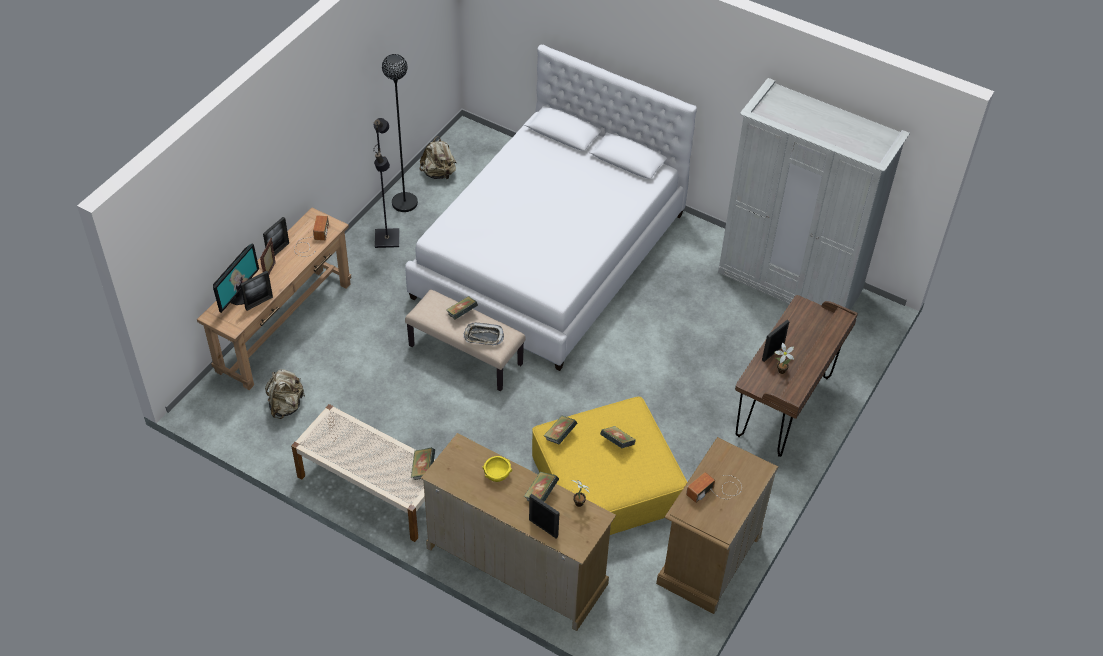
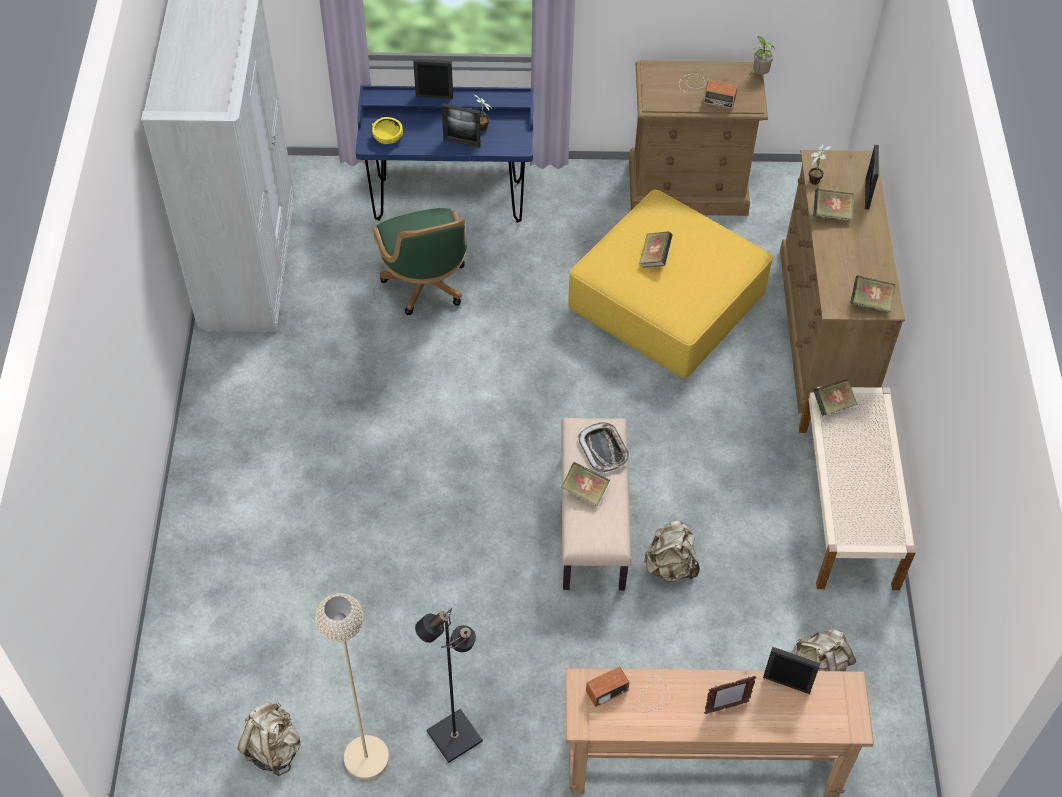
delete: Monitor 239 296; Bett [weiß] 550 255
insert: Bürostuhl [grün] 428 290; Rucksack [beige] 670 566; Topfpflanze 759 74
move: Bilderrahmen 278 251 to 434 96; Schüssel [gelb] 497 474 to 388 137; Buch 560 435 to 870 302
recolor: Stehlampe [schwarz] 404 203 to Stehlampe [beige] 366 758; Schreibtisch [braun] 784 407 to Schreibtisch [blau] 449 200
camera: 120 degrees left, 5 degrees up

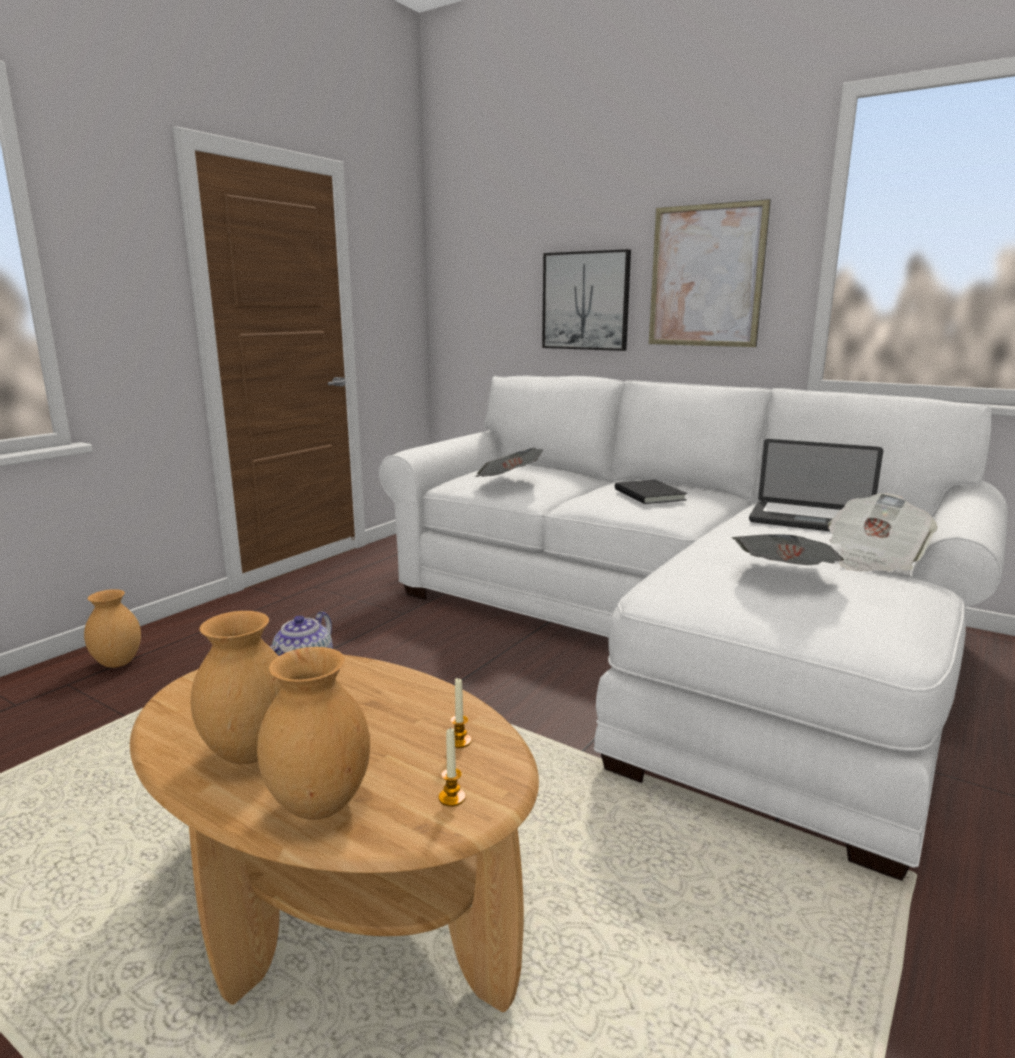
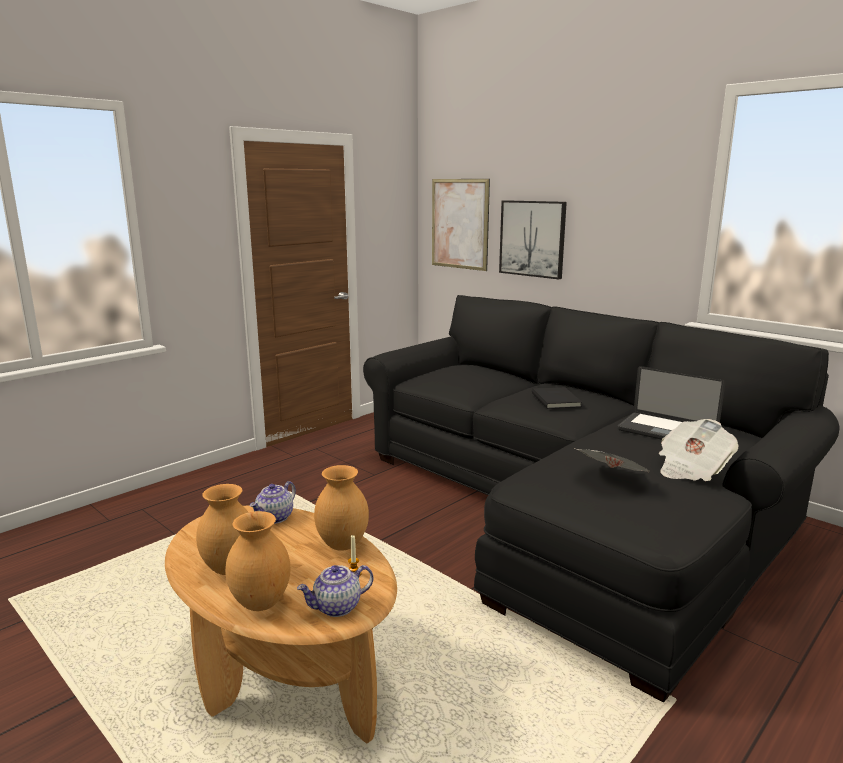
delete: Zeitung 508 482
move: Vase [braun] 119 663 to 343 545; Bild 705 276 to 459 224
replace: Kerze 452 798 to Teekanne 337 607
recolor: Sofa [weiß] 675 638 to Sofa [schwarz] 572 510
camera: 10 degrees right, 0 degrees up

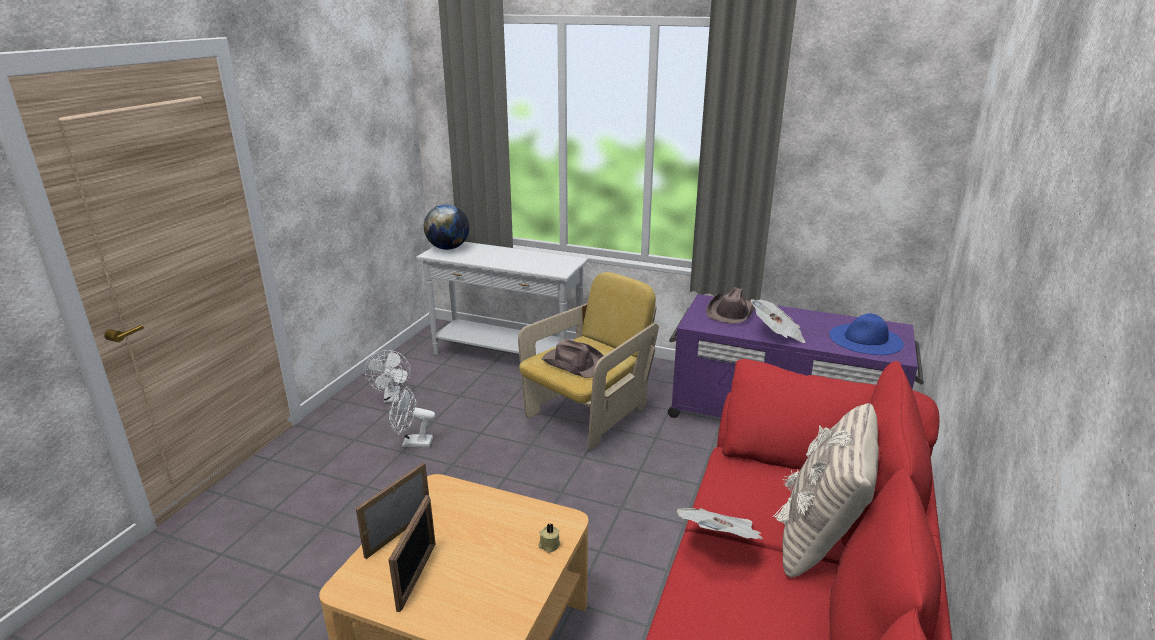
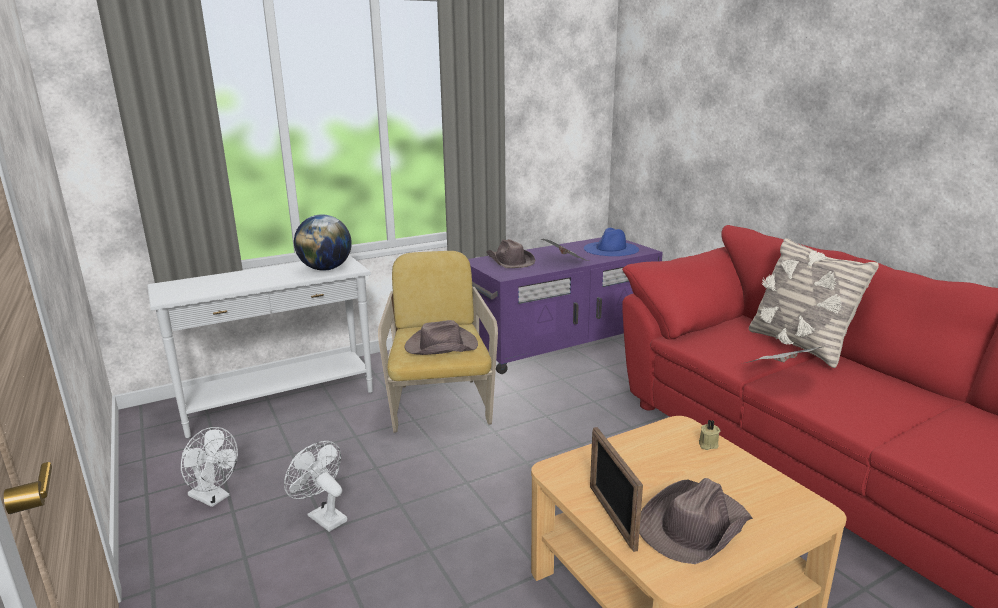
move: Globus 448 248 to 325 269
replace: Bilderrahmen 417 576 to Hut [braun] 693 526
rotate: Ventilator [weiß] 412 443 = 323 516 90 degrees clockwise
camera: 50 degrees left, 5 degrees down

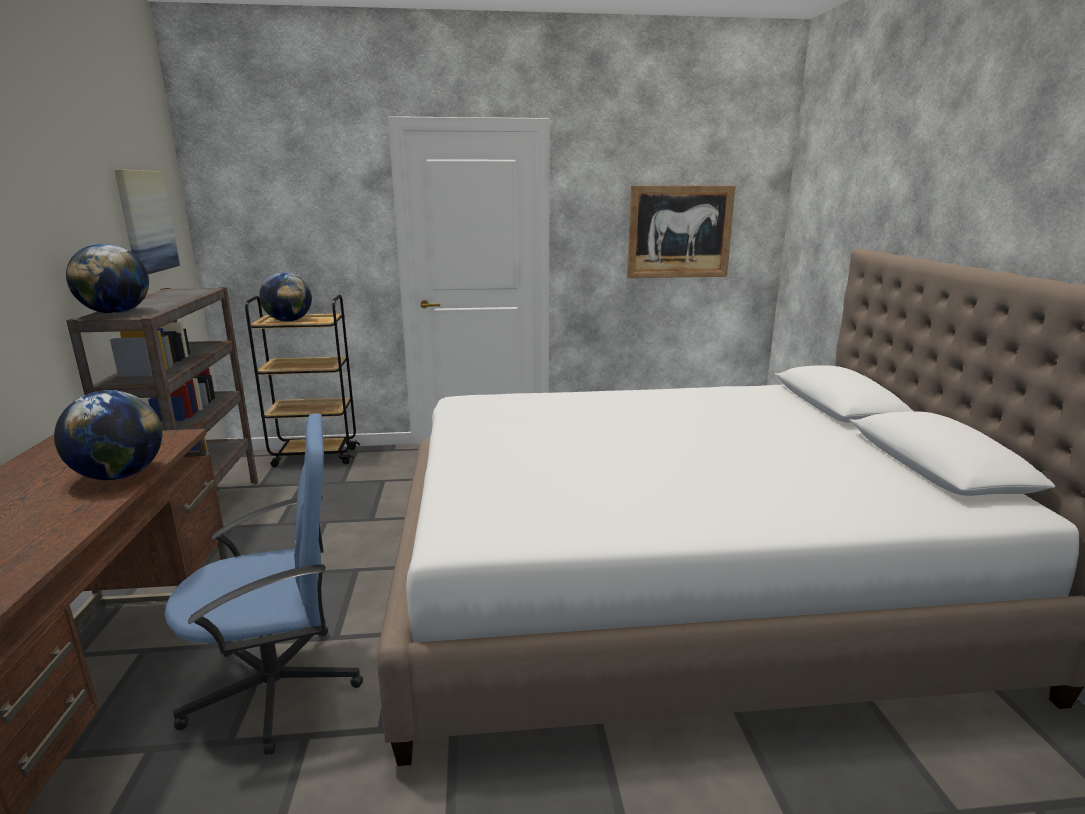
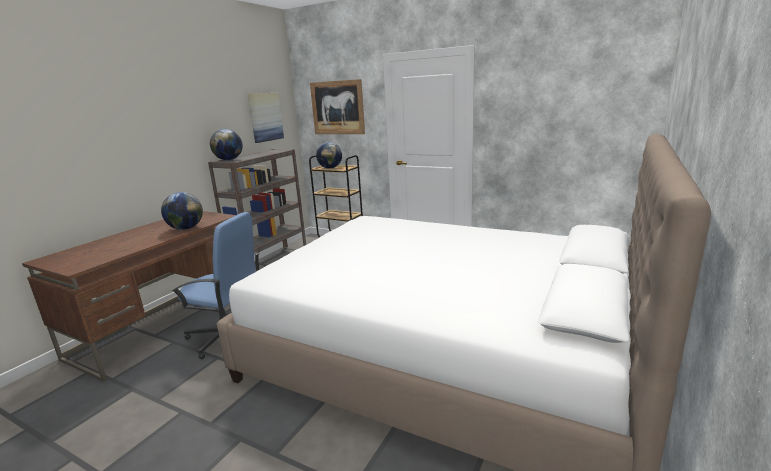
move: Bild 679 232 to 337 108
camera: 35 degrees right, 0 degrees up

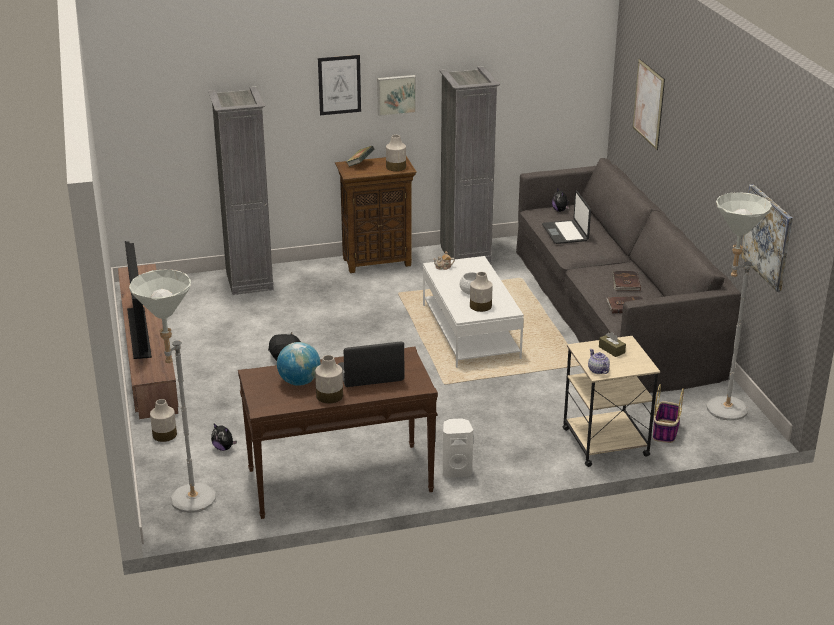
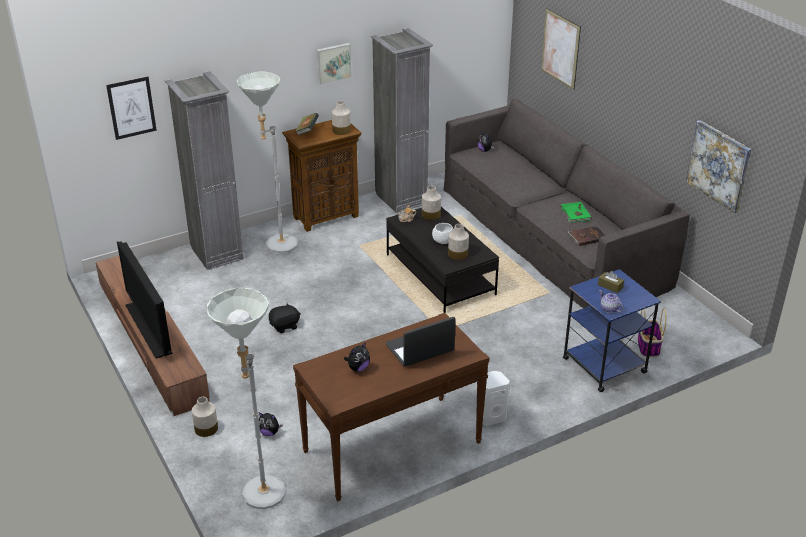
delete: Laptop 565 233
move: Vase [beige] 329 395 to 430 214; Bild 339 85 to 131 108; Stehlampe [grau] 718 410 to 275 246
replace: Globus 299 382 to Plüschtier 358 368
recolor: Couchtisch [weiß] 470 332 to Couchtisch [schwarz] 440 275; Rollwagen [beige] 604 443 to Rollwagen [blau] 603 366; Buch [braun] 625 282 to Buch [grün] 575 214
camera: 15 degrees left, 5 degrees up

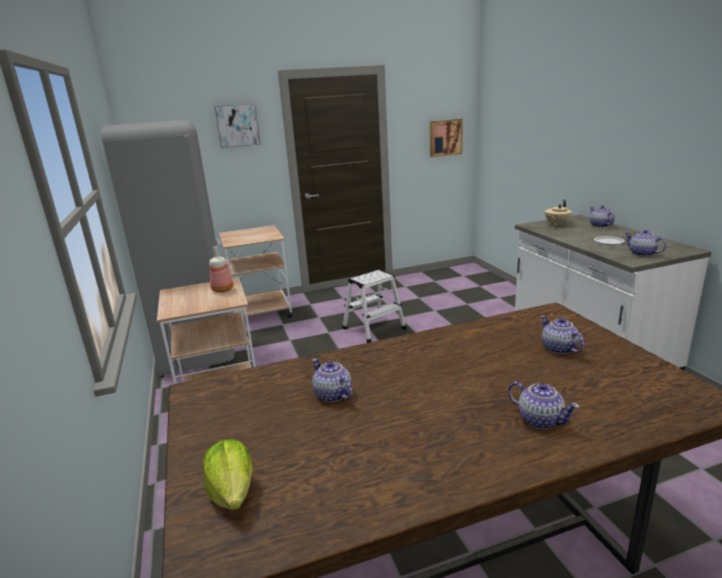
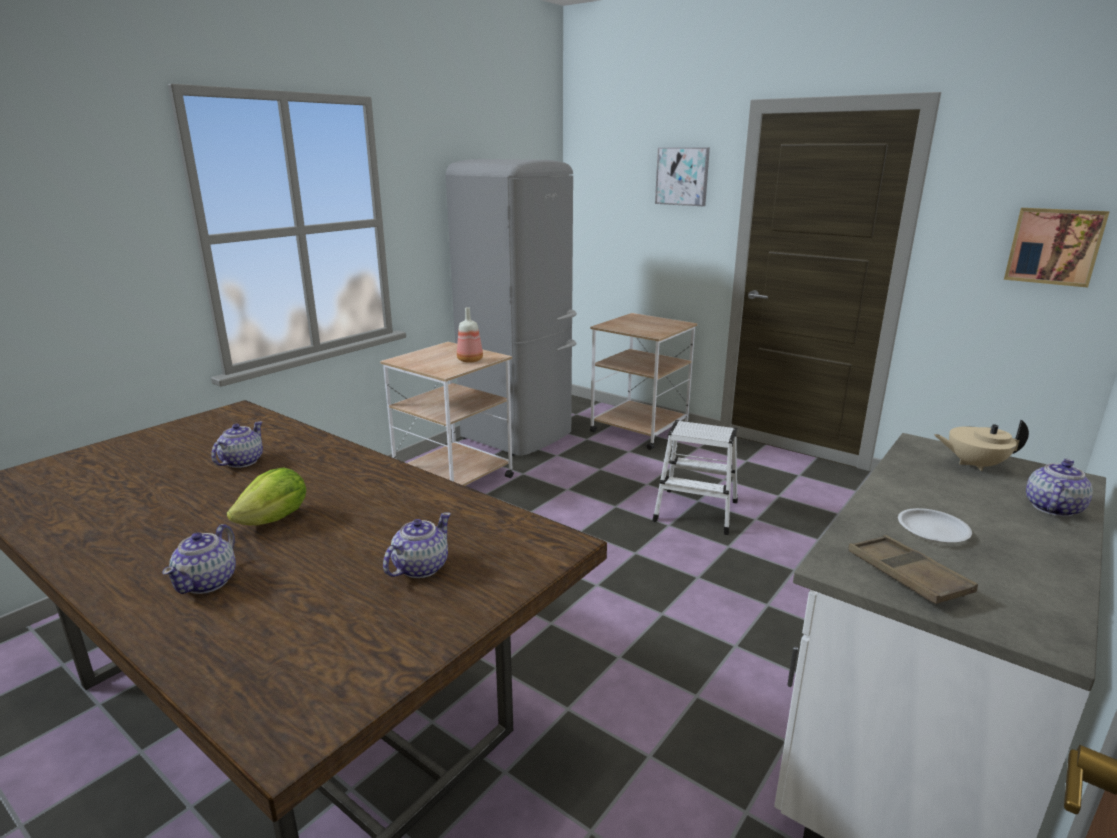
move: Salatkopf 233 492 to 275 519
replace: Teekanne 642 254 to Tablett [braun] 906 575
camera: 55 degrees right, 0 degrees up

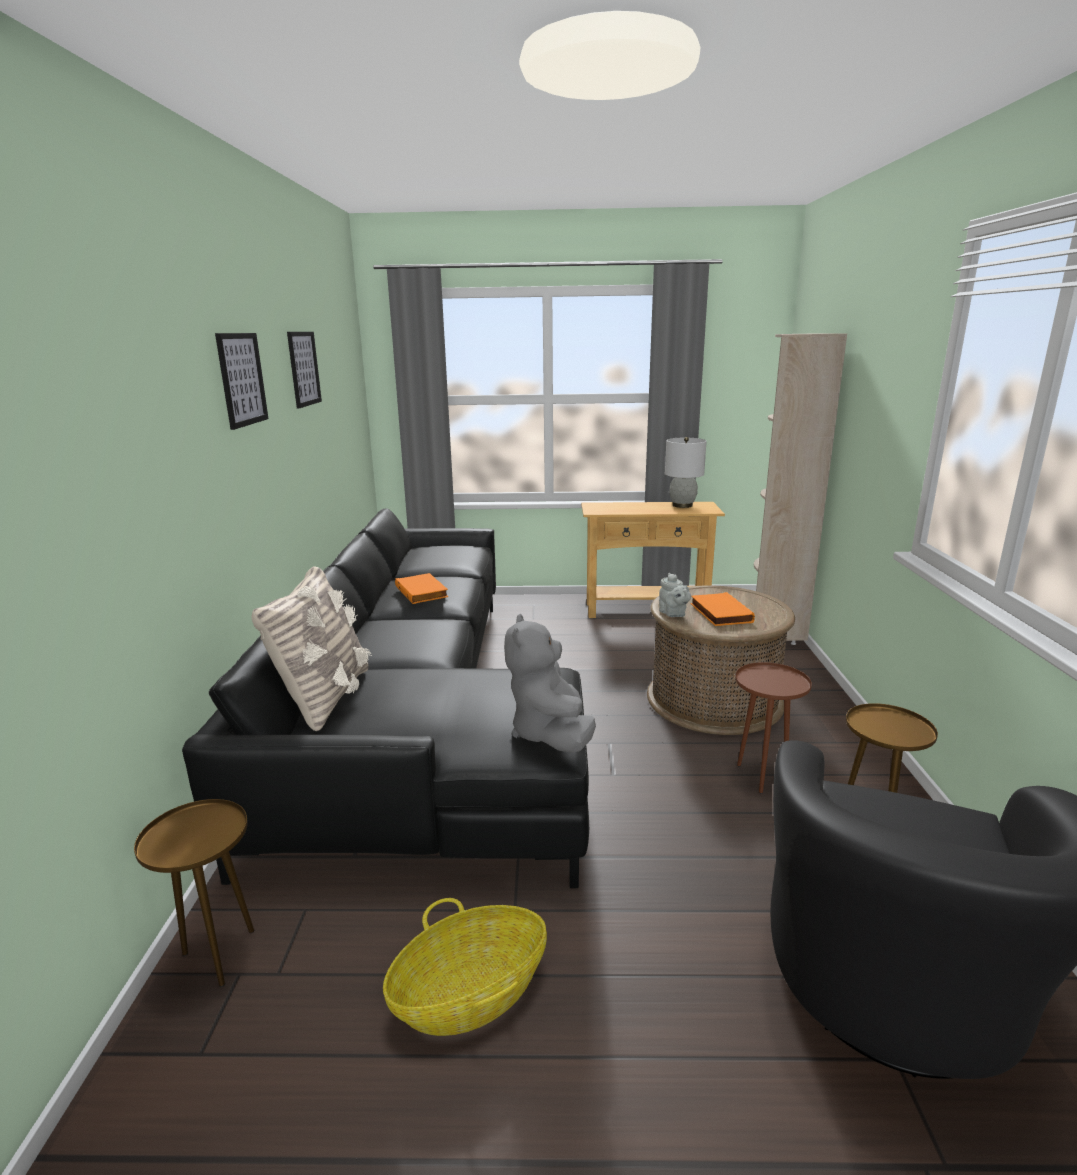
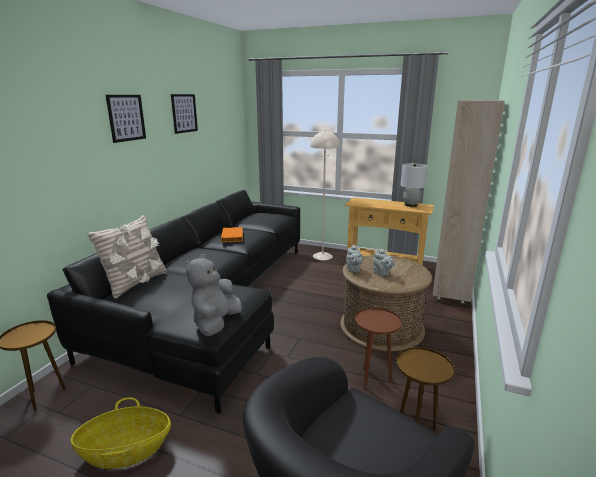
insert: Stehlampe [beige] 322 256
replace: Buch [orange] 719 613 to Teekanne [grau] 382 273
camera: 20 degrees right, 0 degrees up

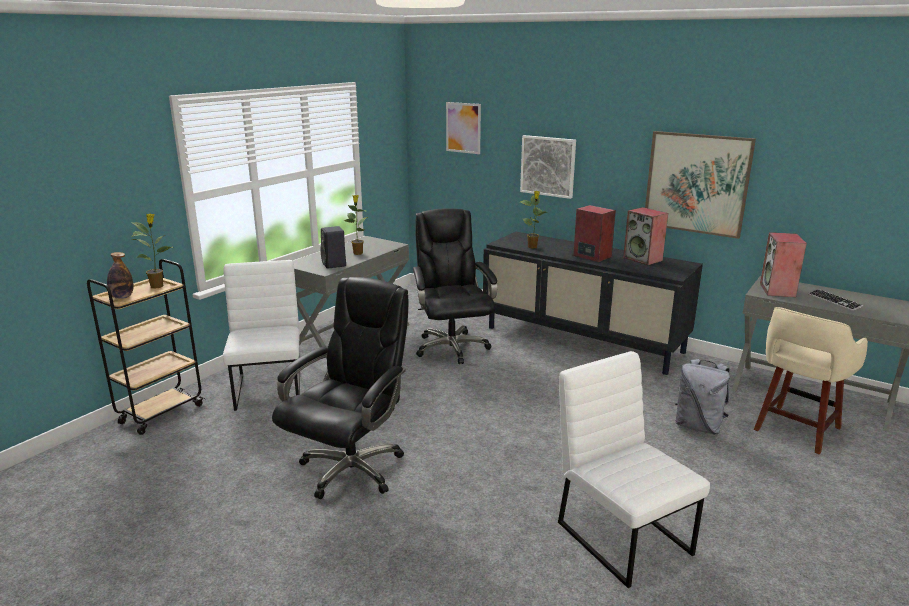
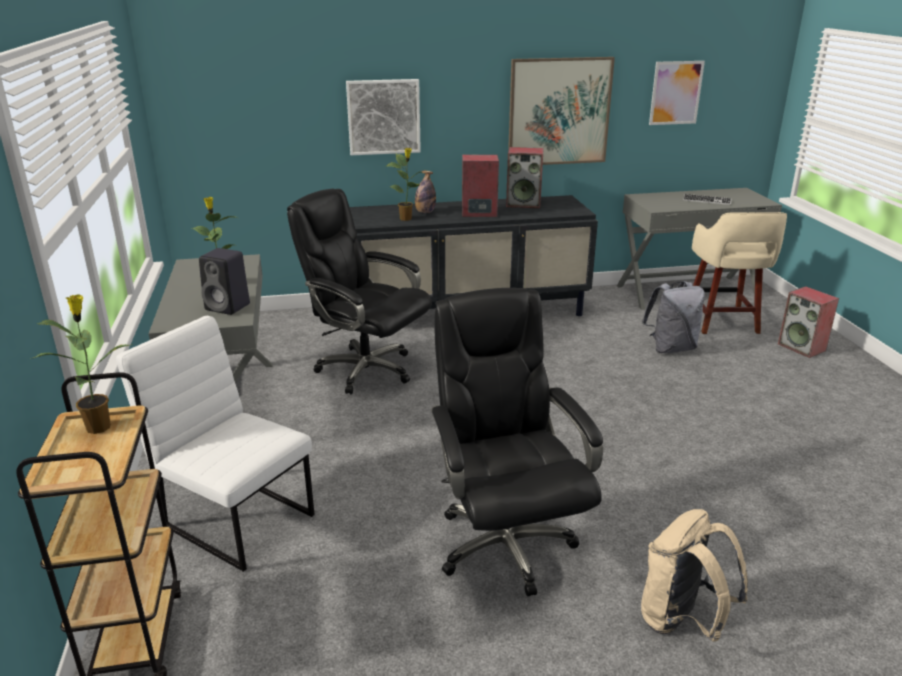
delete: Stuhl [weiß] 621 535
insert: Rucksack [beige] 682 621
move: Flasche 122 297 to 425 212; Bild 463 128 to 676 93; Lautsprecher 778 290 to 802 347
camera: 45 degrees left, 5 degrees up

